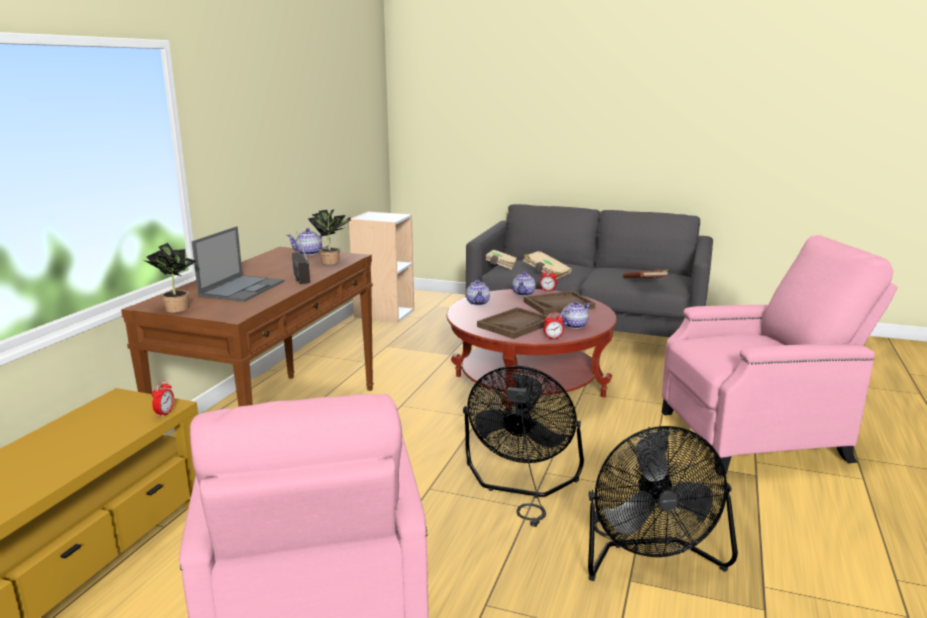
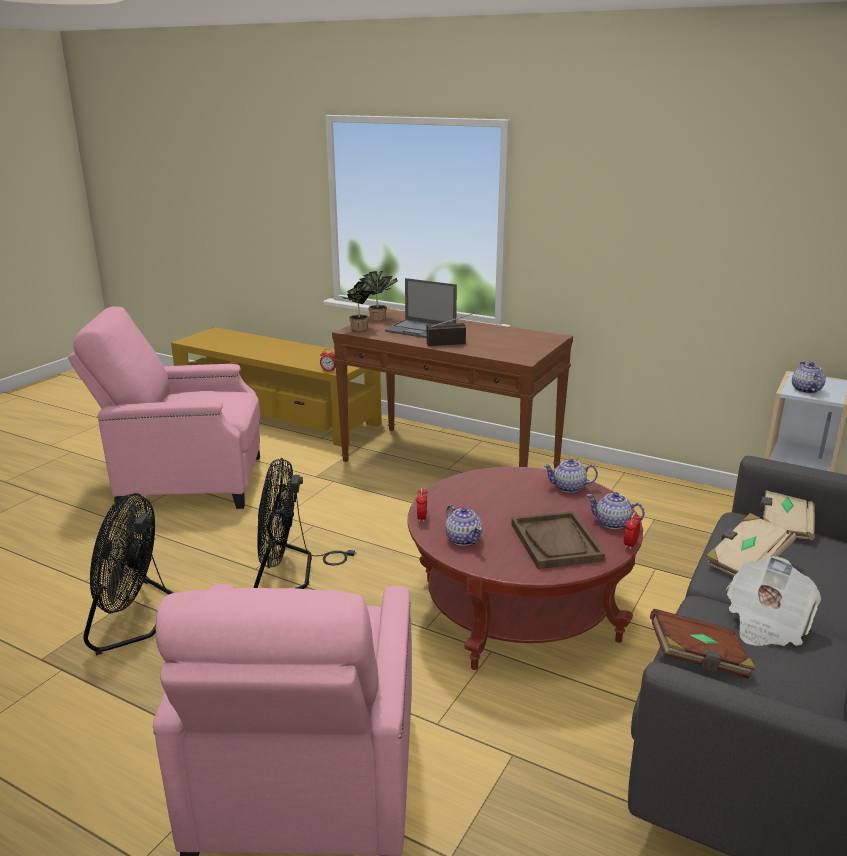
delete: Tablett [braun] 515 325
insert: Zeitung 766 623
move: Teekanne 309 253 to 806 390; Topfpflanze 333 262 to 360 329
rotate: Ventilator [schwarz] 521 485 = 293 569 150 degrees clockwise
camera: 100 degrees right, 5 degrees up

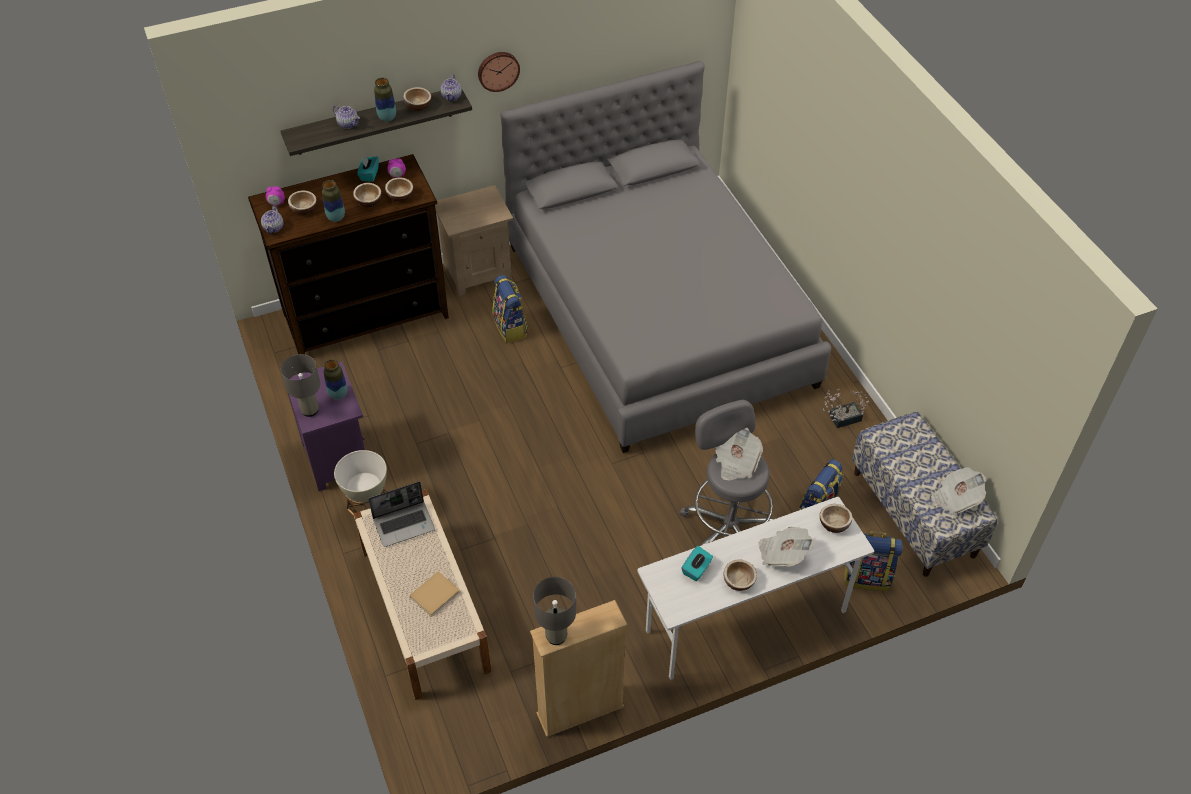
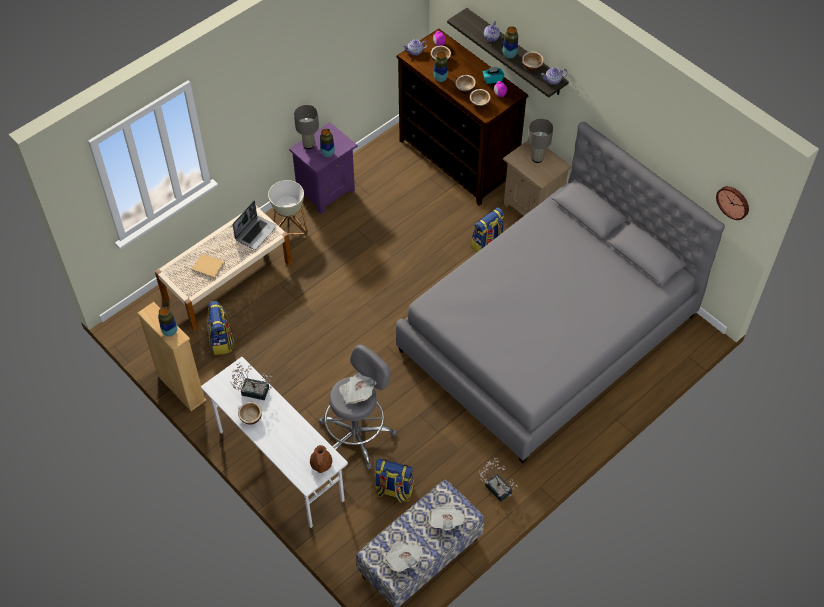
insert: Vase 170 332
move: Wanduhr 498 70 to 733 202; Tischlampe [grau] 557 636 to 537 158; Zeitung 782 554 to 446 520; Rucksack 867 576 to 221 341
replace: Taschentuchbox [türkis] 696 569 to Topfpflanze 252 390; Schüssel 834 524 to Teekanne [braun] 321 465
rotate: Laptop 404 524 = 255 232 105 degrees counterclockwise
camera: 70 degrees right, 5 degrees up

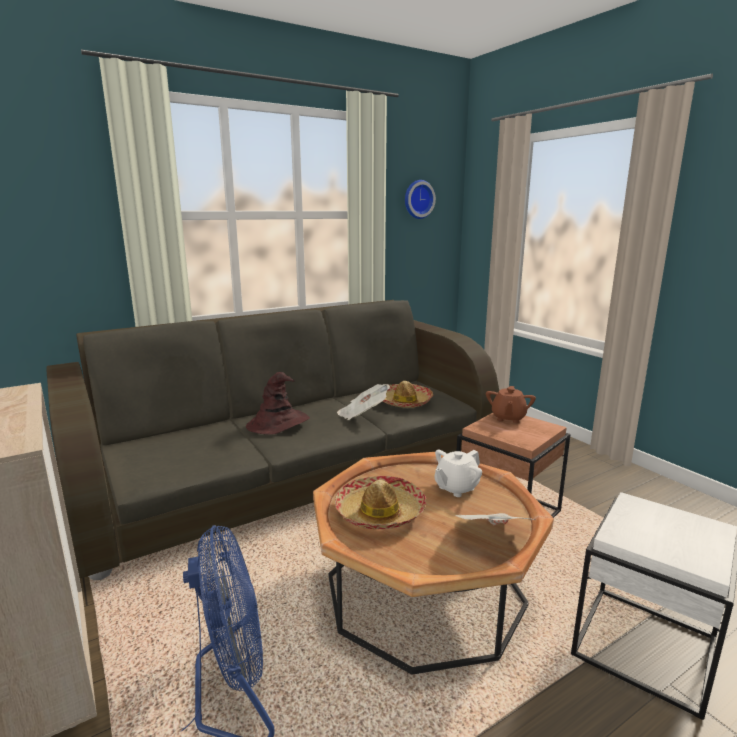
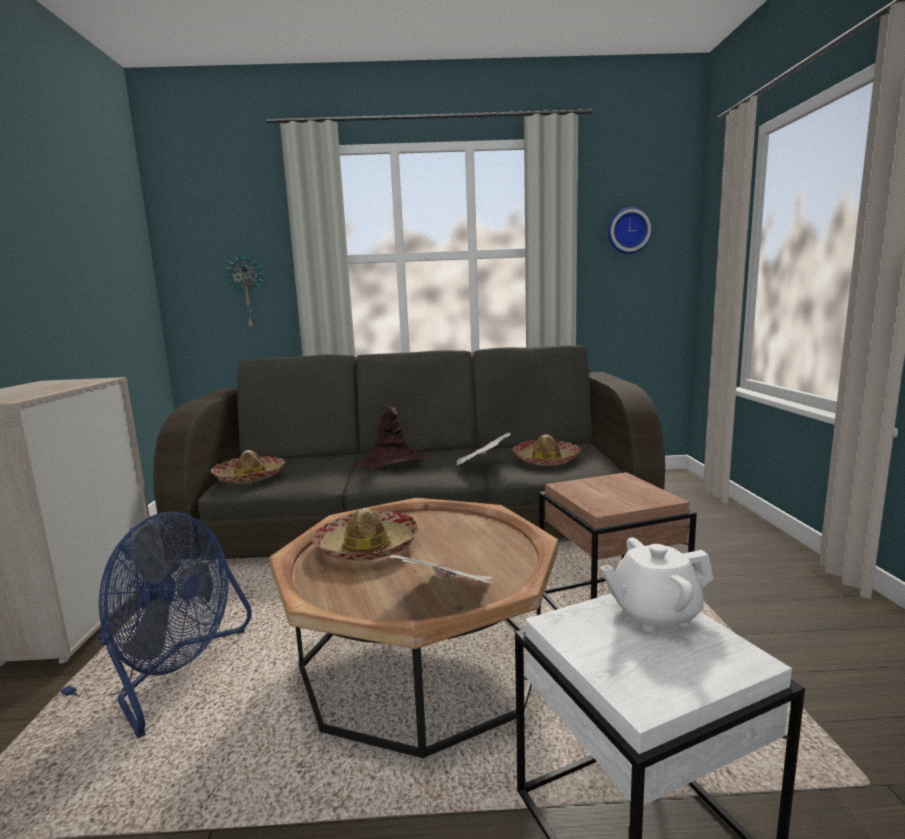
delete: Teekanne [braun] 508 418
insert: Hut 250 477; Wanduhr 248 292
move: Teekanne [weiß] 456 488 to 654 614
camera: 30 degrees right, 5 degrees down

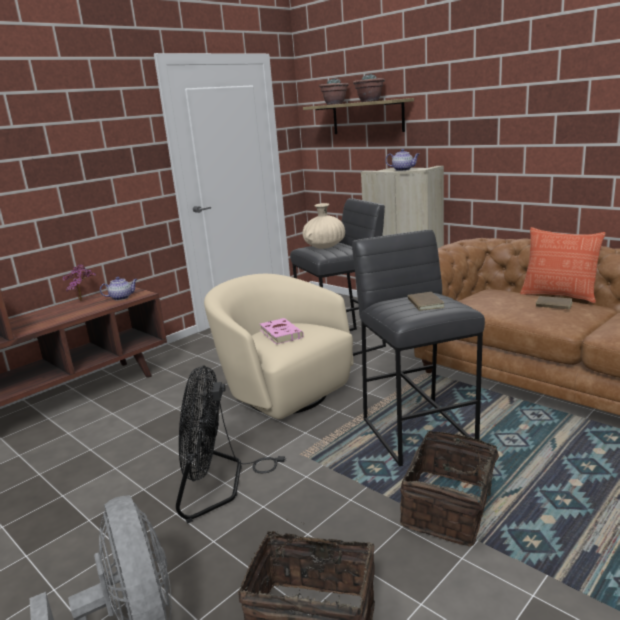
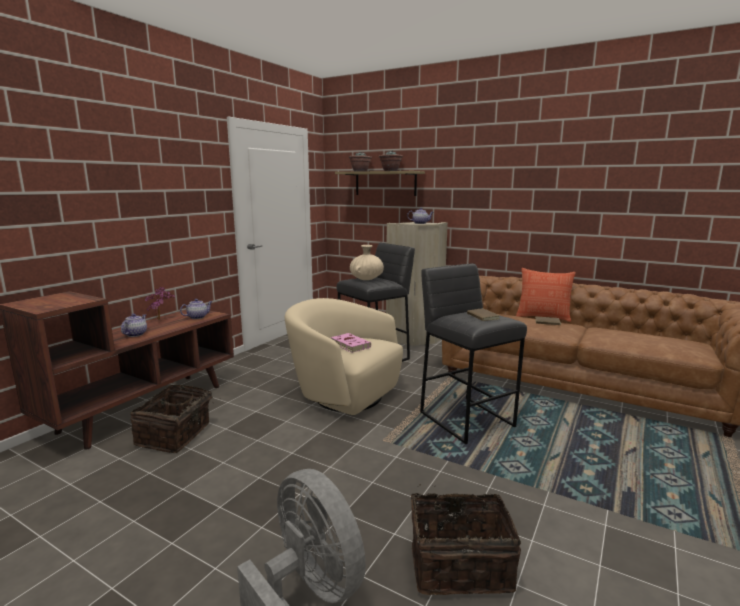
delete: Ventilator [schwarz] 222 479
insert: Teekanne 135 334
move: Korb 450 509 to 176 435
camera: 15 degrees left, 5 degrees down

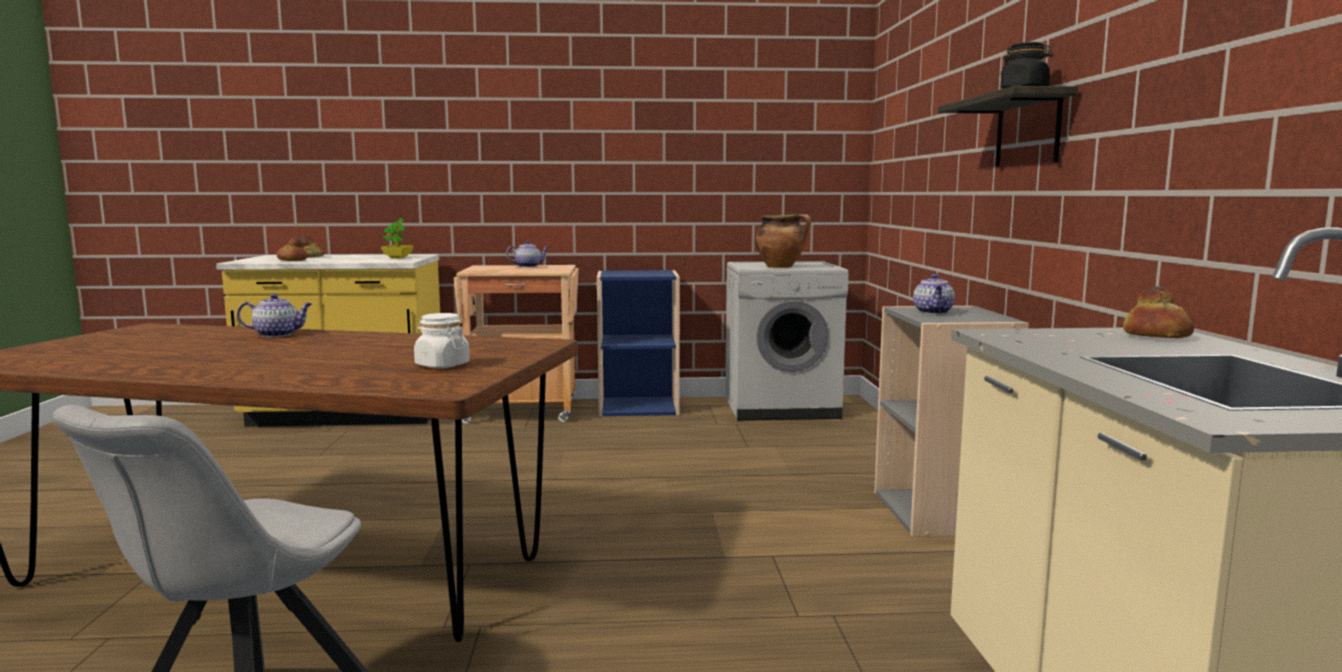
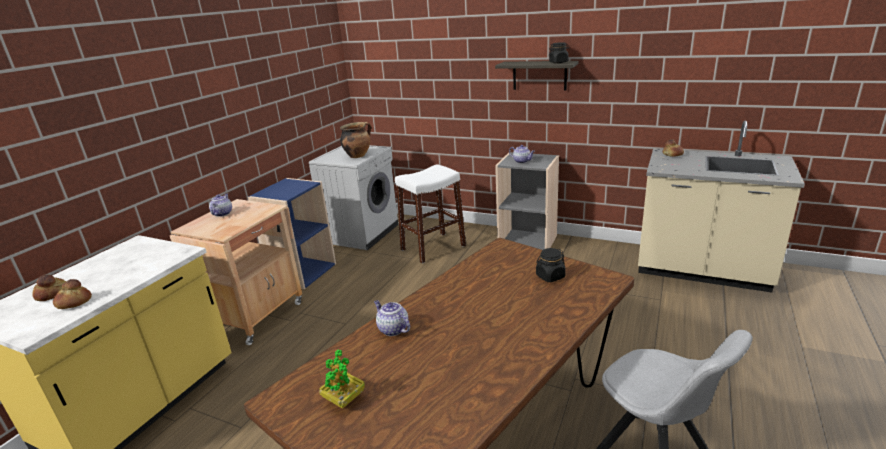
insert: Hocker [weiß] 433 247
move: Topfpflanze 398 258 to 344 399
recolor: Vorratsglas [weiß] 442 365 to Vorratsglas [schwarz] 550 276
rotate: Teekanne 278 334 = 392 329 60 degrees counterclockwise
camera: 60 degrees left, 15 degrees up

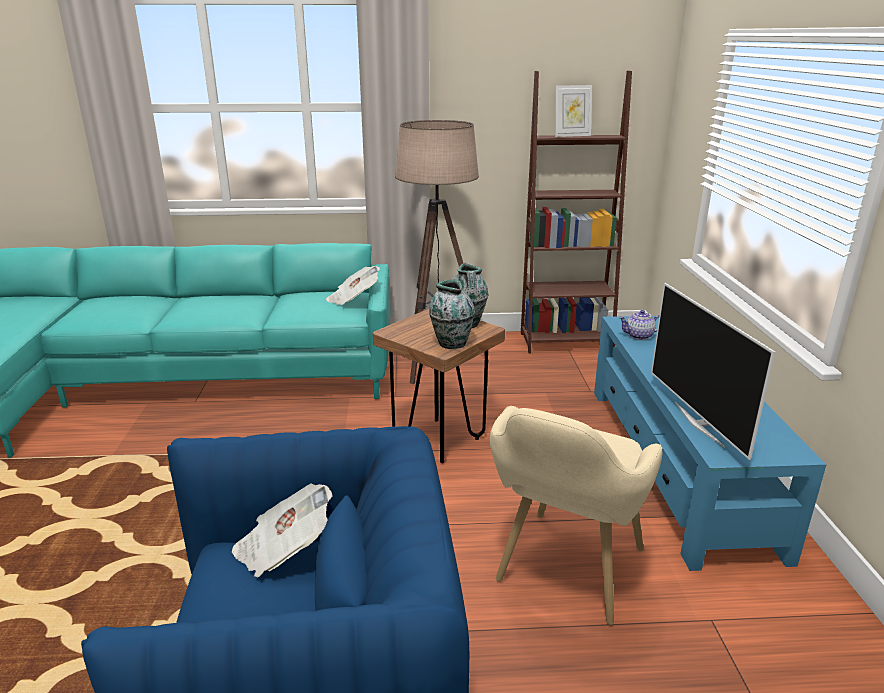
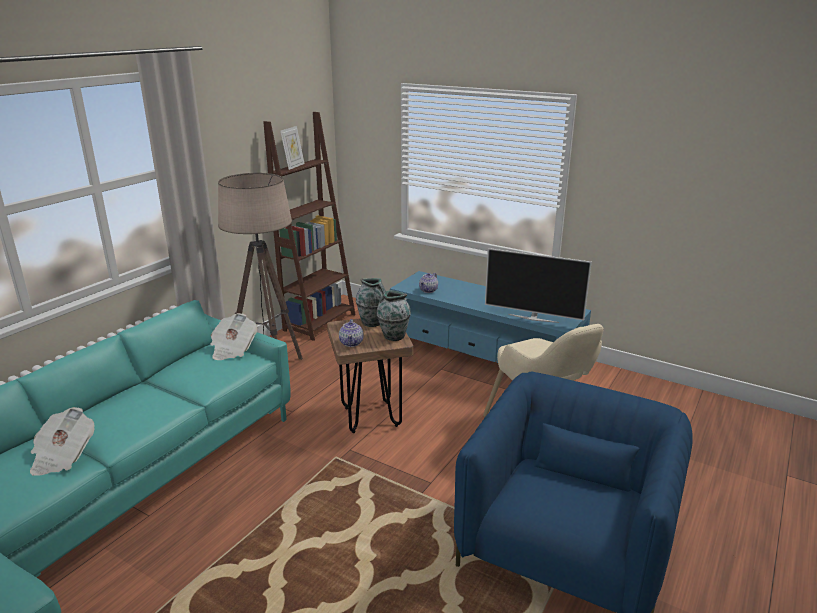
insert: Teekanne 351 343
move: Zeitung 284 548 to 63 456
camera: 55 degrees left, 0 degrees up

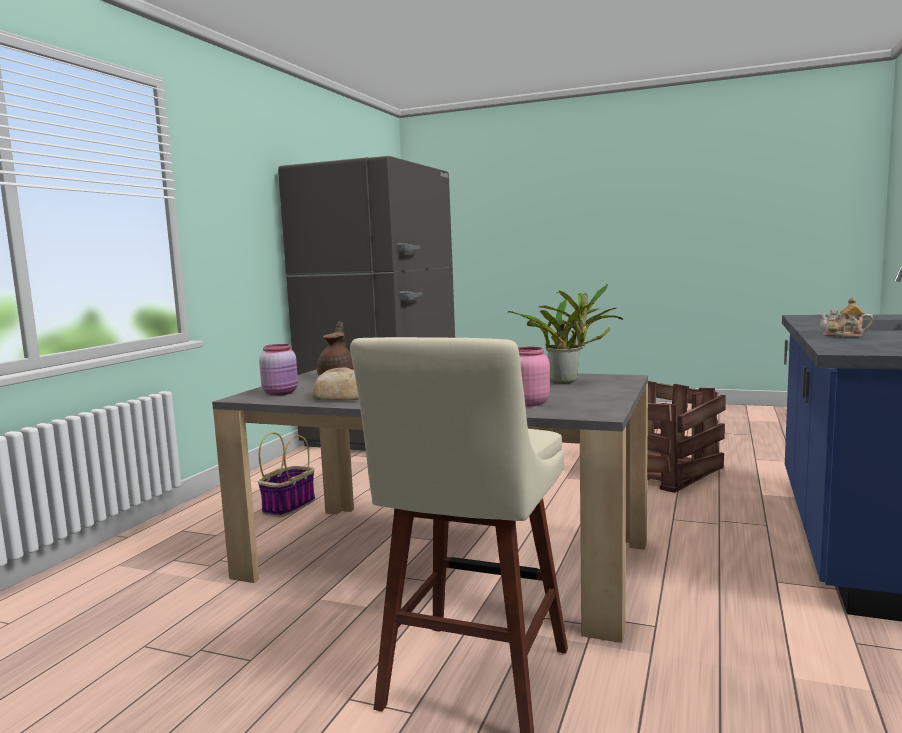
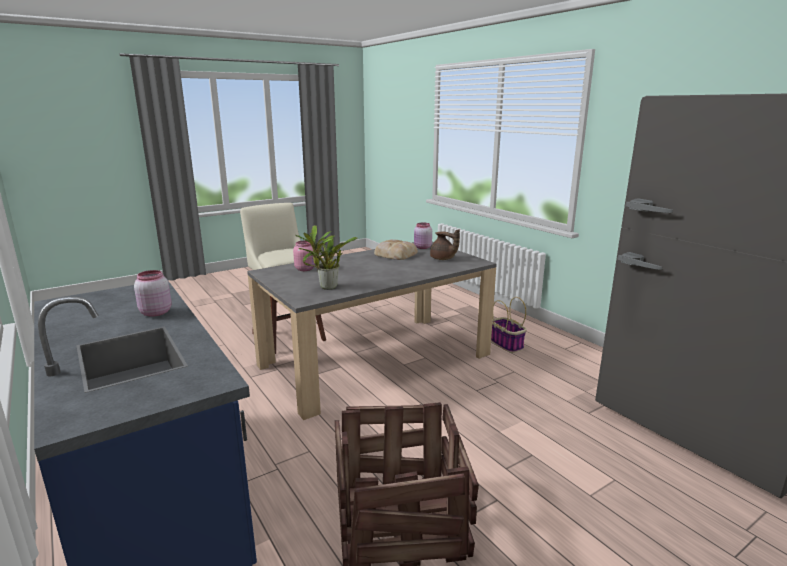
replace: Teekanne 843 336 to Vorratsglas [rosa] 155 312
camera: 125 degrees right, 10 degrees up

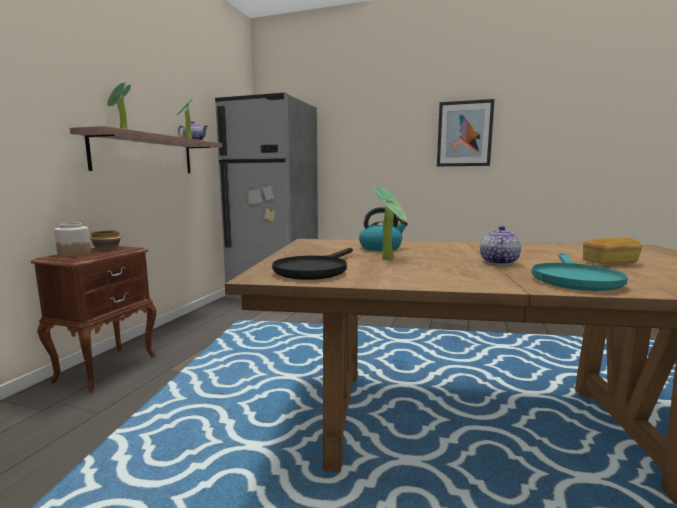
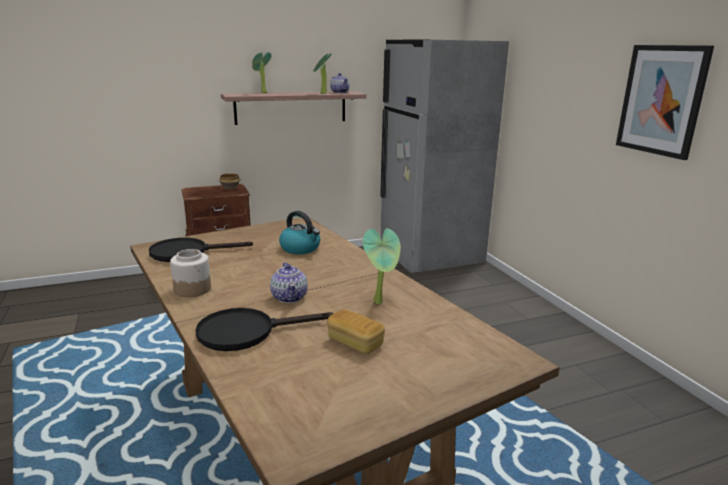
move: Vorratsglas 74 254 to 193 289; Topfpflanze 390 258 to 380 302
recolor: Pfanne [türkis] 573 279 to Pfanne [schwarz] 247 332
rotate: Teekanne 498 262 = 289 297 90 degrees clockwise
camera: 50 degrees right, 10 degrees up

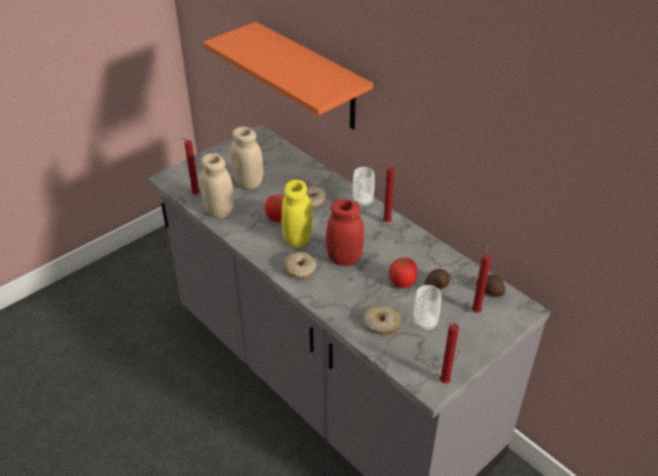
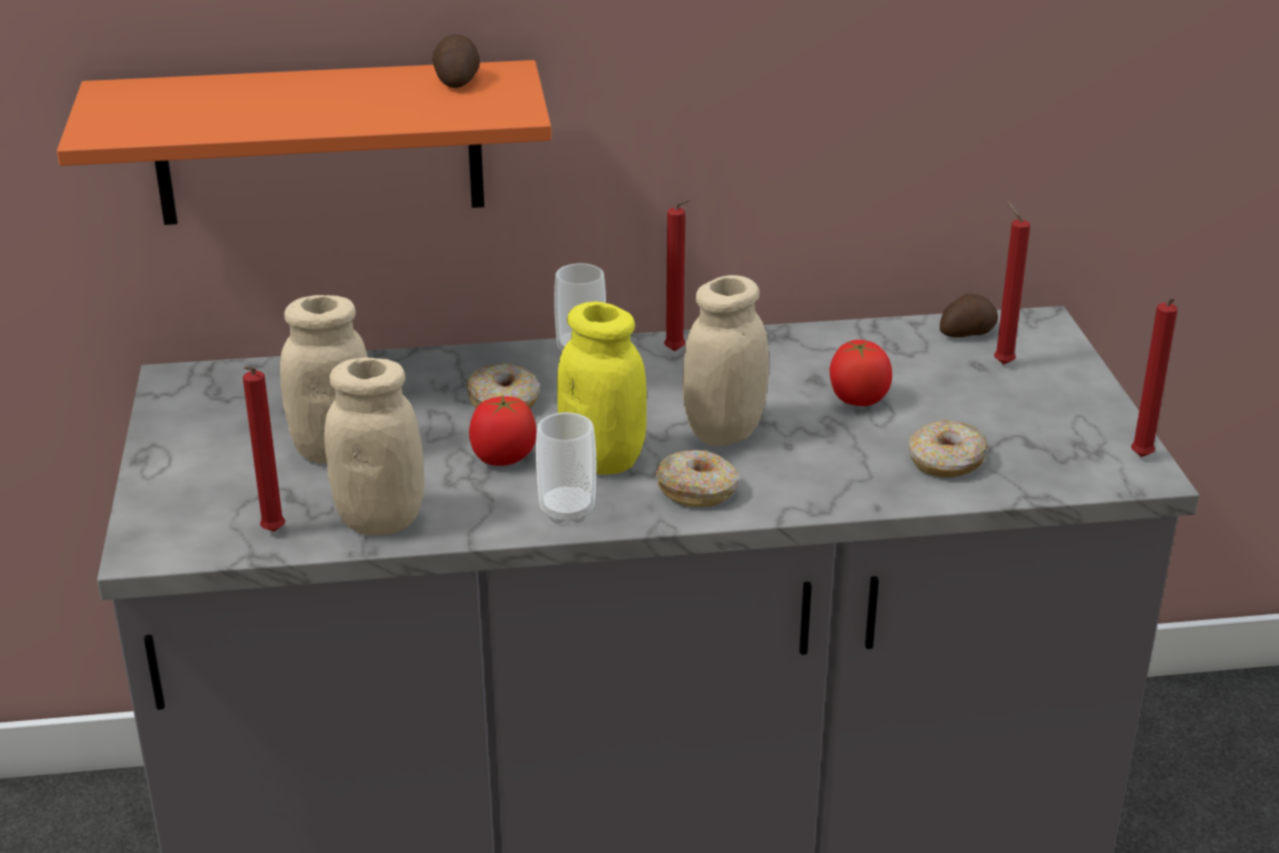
move: Tasse 425 323 to 567 511; Kartoffel 436 286 to 456 81
recolor: Vorratsglas [rot] 344 259 to Vorratsglas [beige] 724 432
camera: 55 degrees left, 10 degrees down

